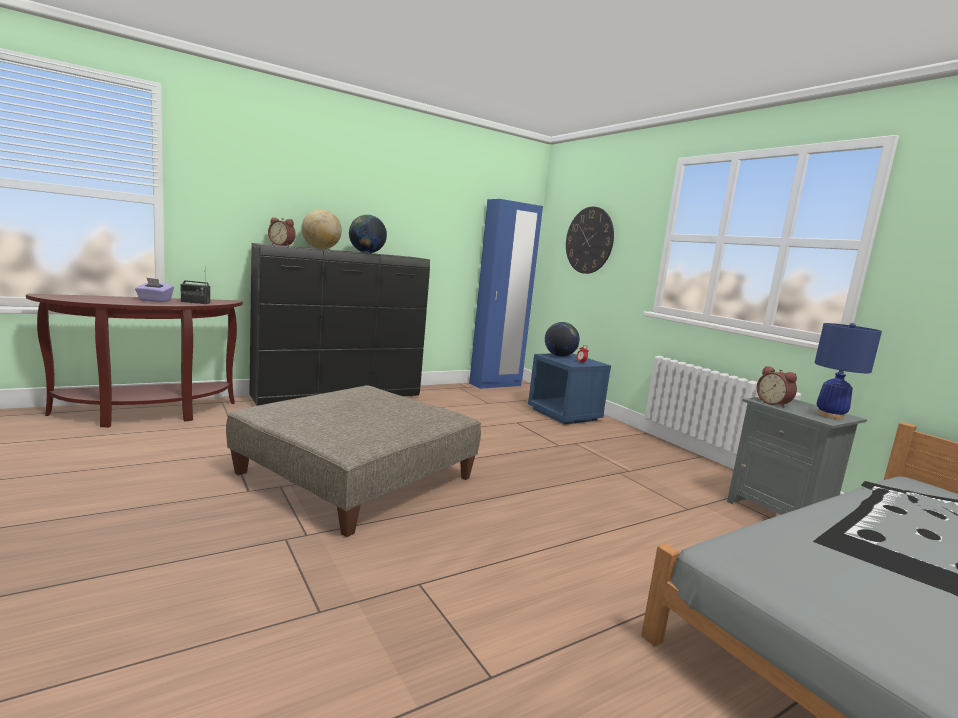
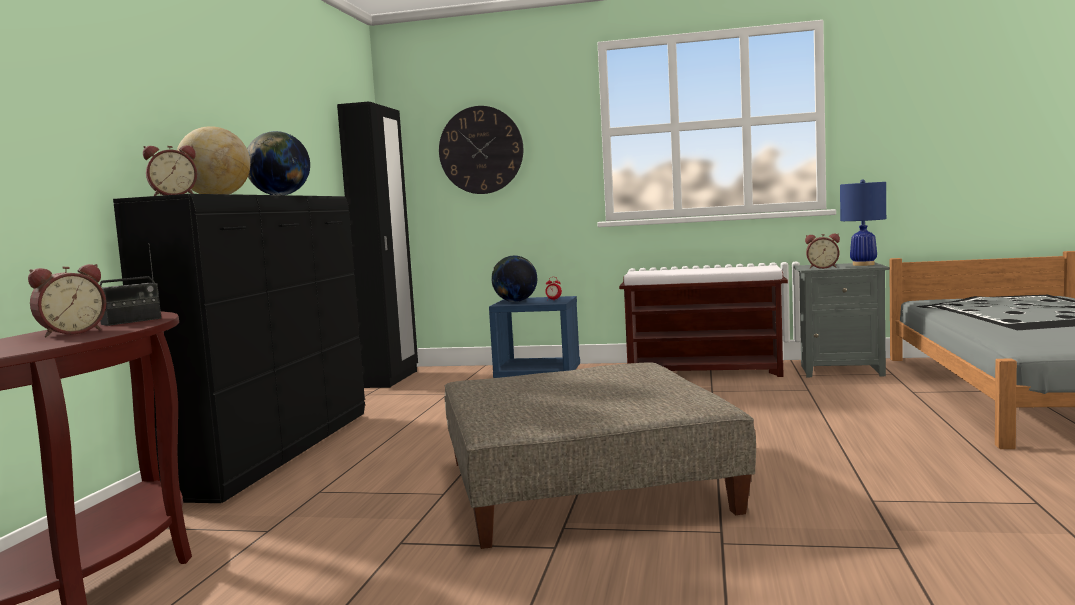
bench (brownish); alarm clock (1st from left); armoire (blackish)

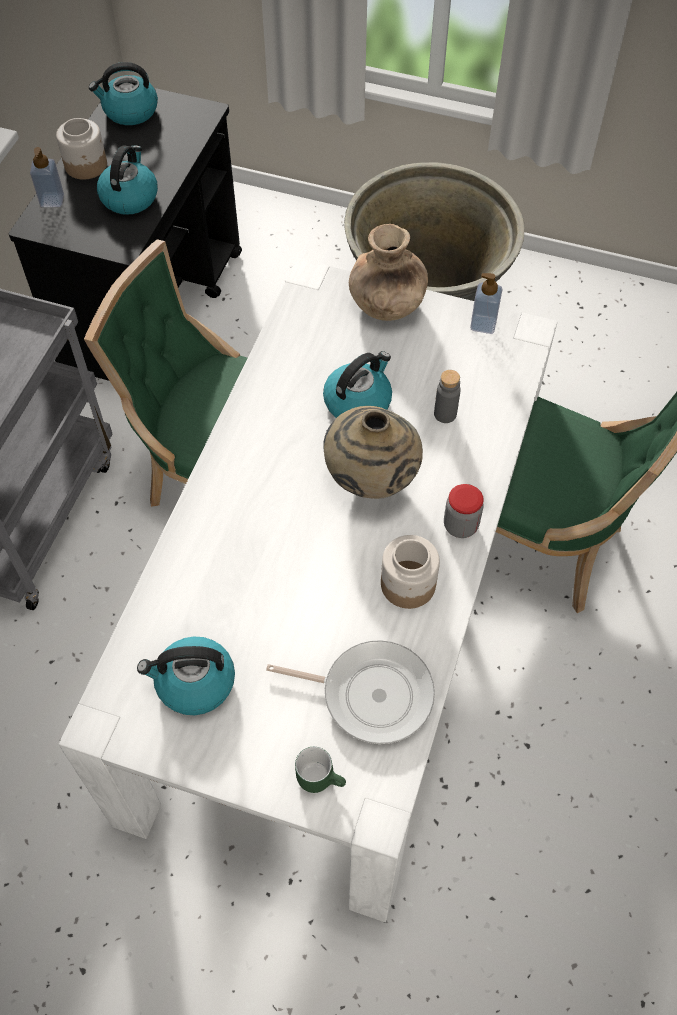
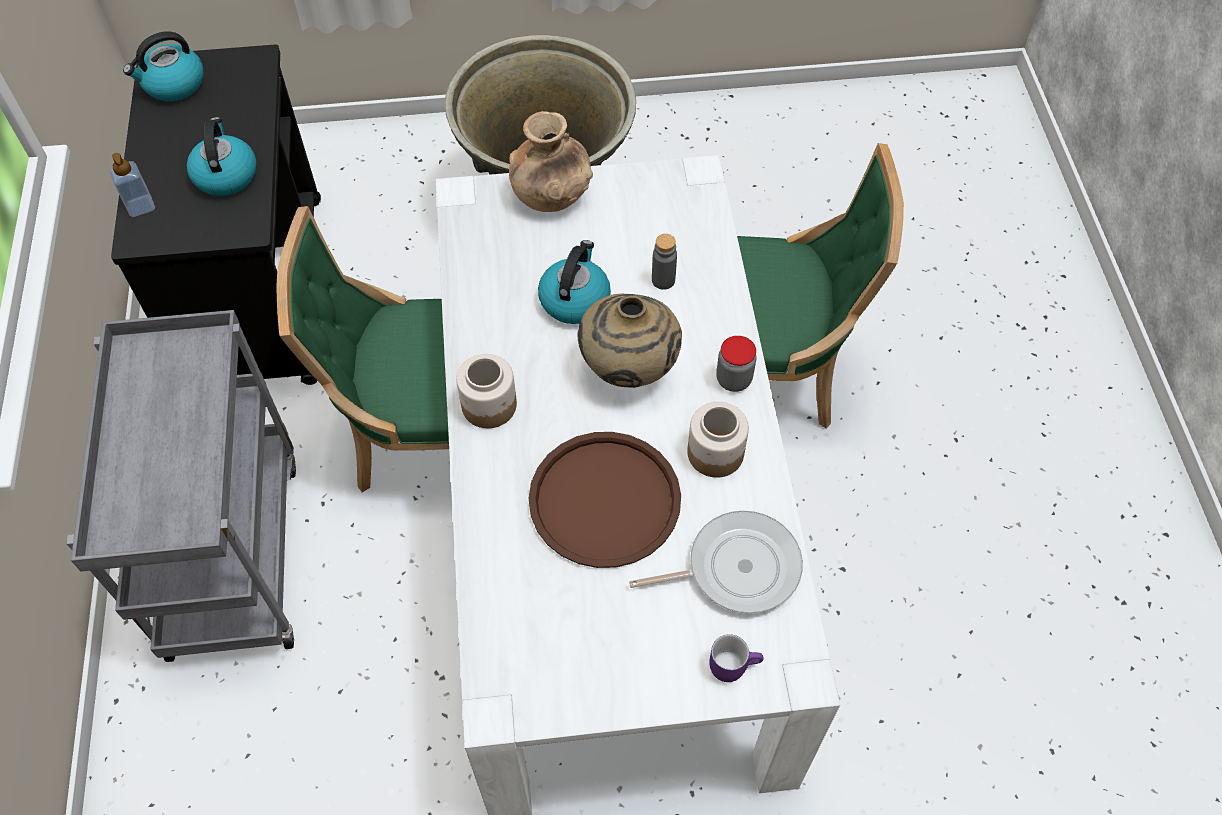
kettle (3rd from left in the first image); soap bottle (2nd from left in the first image); serving tray (brownish); preserve jar (1st from left); coffee mug (purple-coloured)

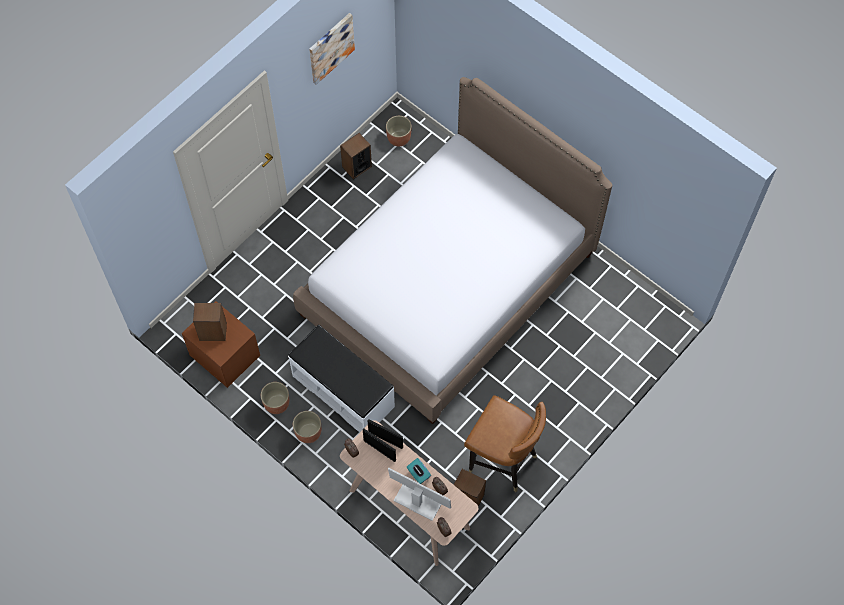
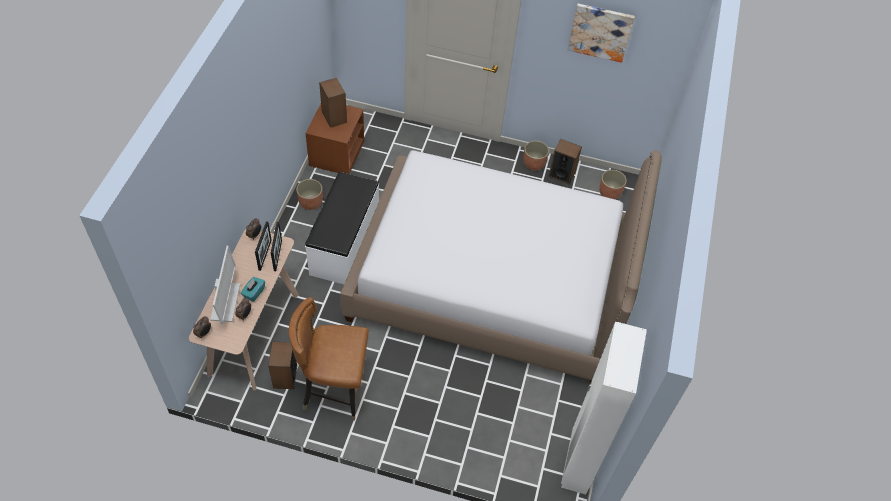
armoire (whitish); planter (2nd from left); chair (brownish)

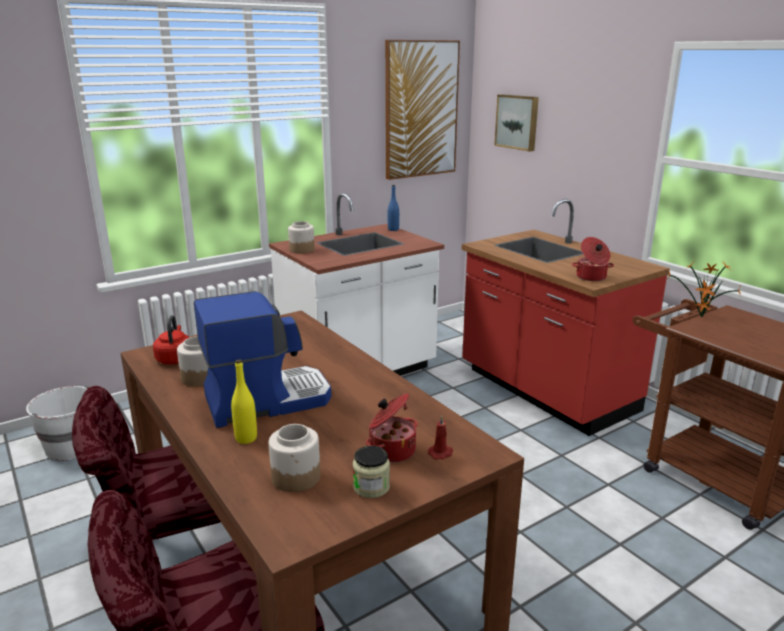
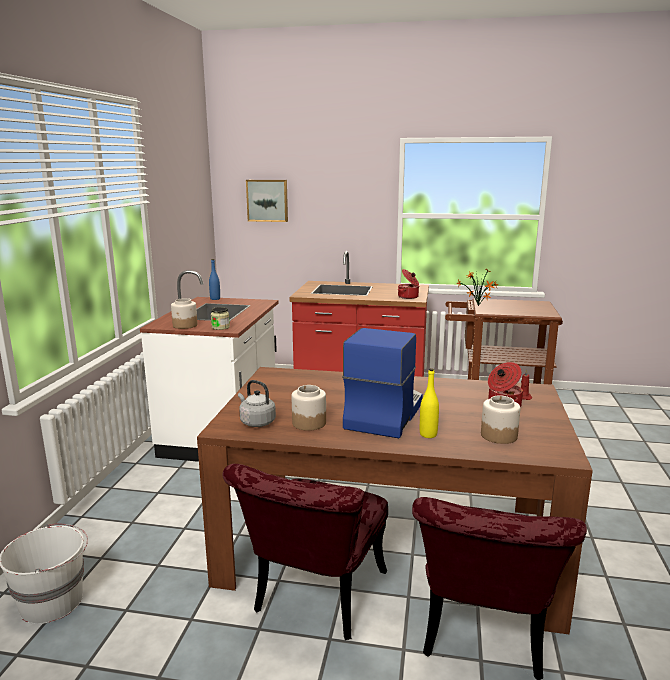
picture (1st from left in the first image); preserve jar (2nd from left); kettle (grey)

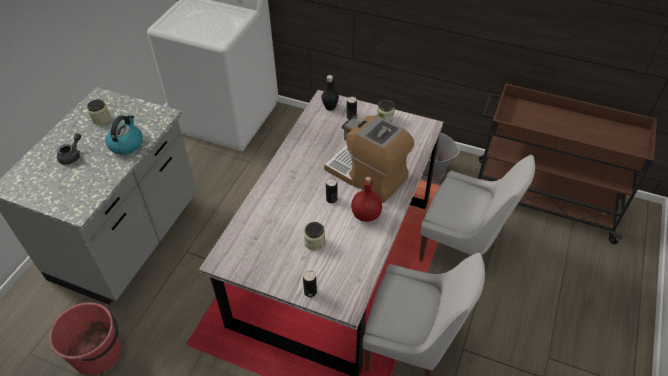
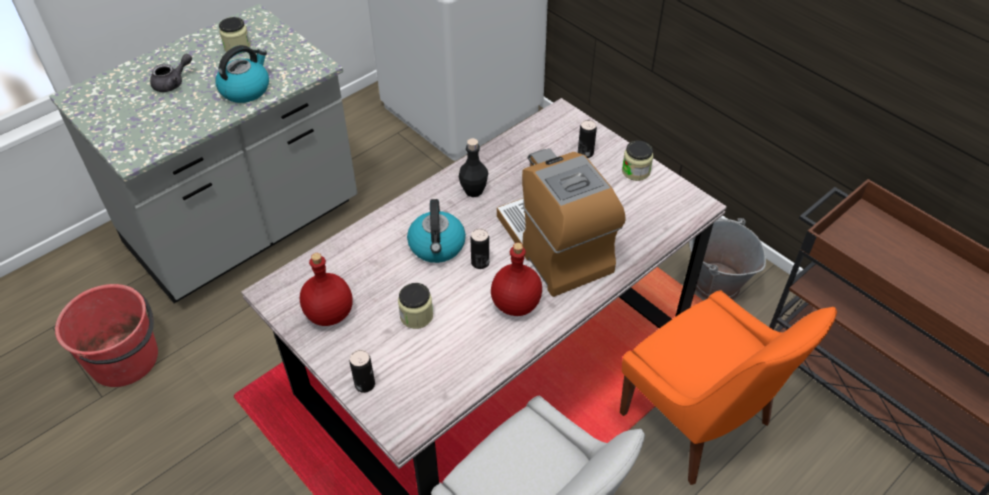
drink bottle (red) (1st from left); kettle (2nd from left); drink bottle (blackish); chair (orange)

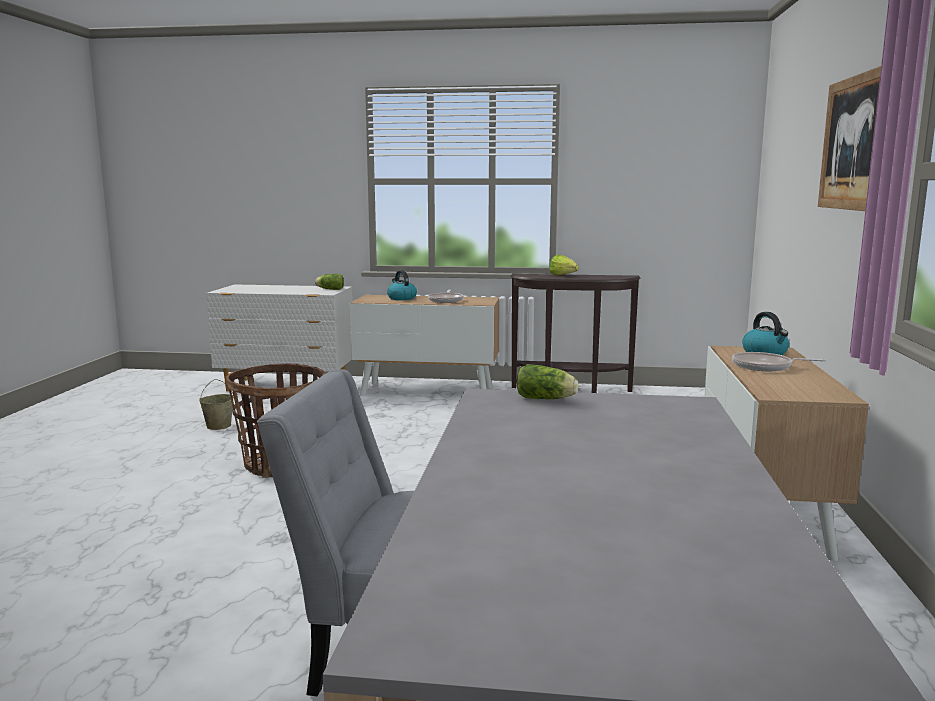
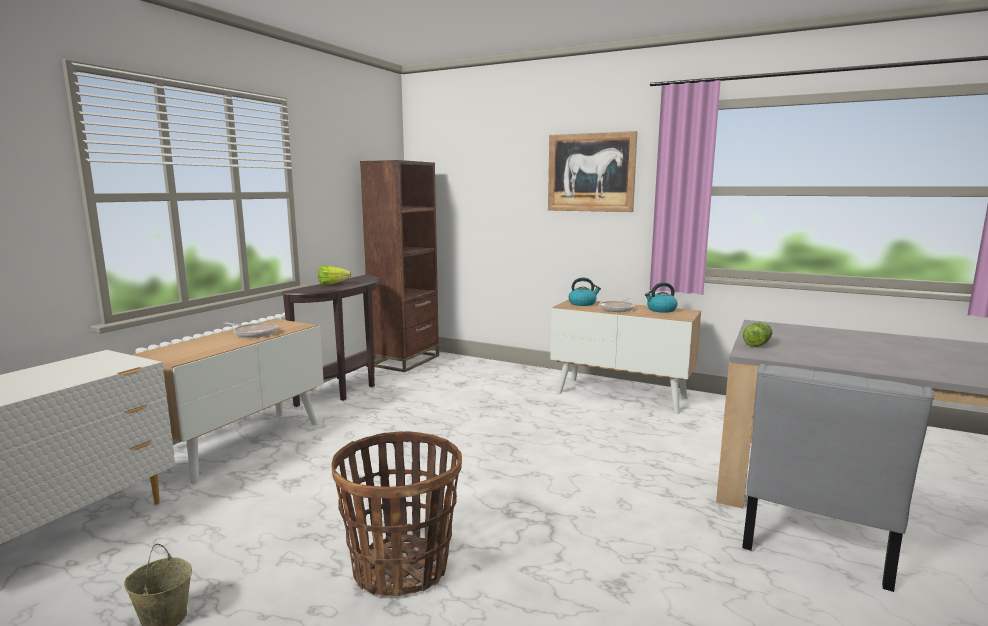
lettuce head (1st from left in the first image); bookcase (brownish); kettle (2nd from left)

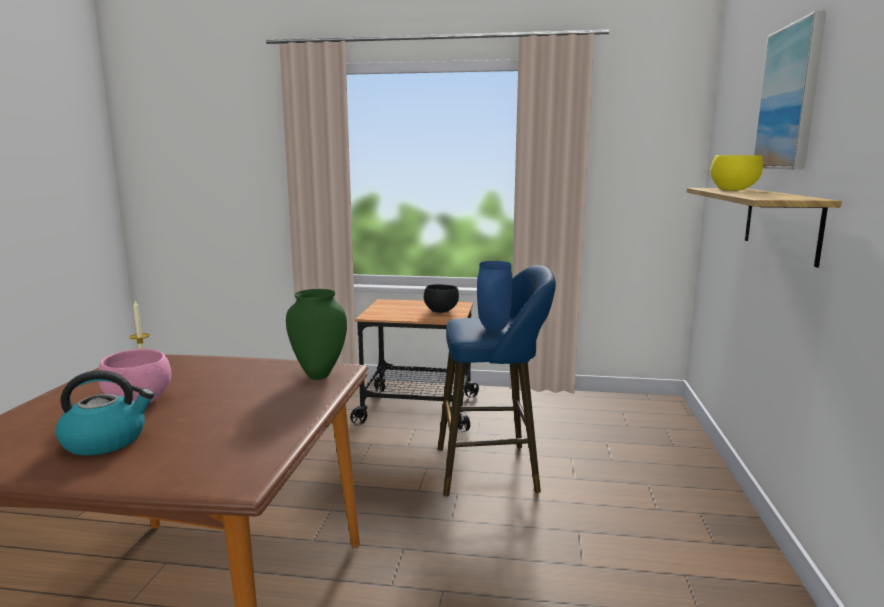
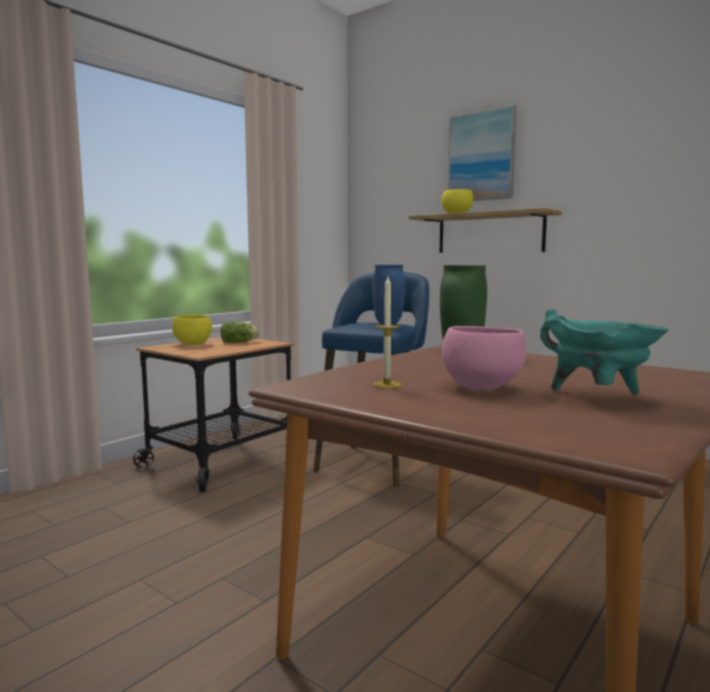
deep dish (yellowish) (1st from left); cooking pot (blue-green); lettuce head

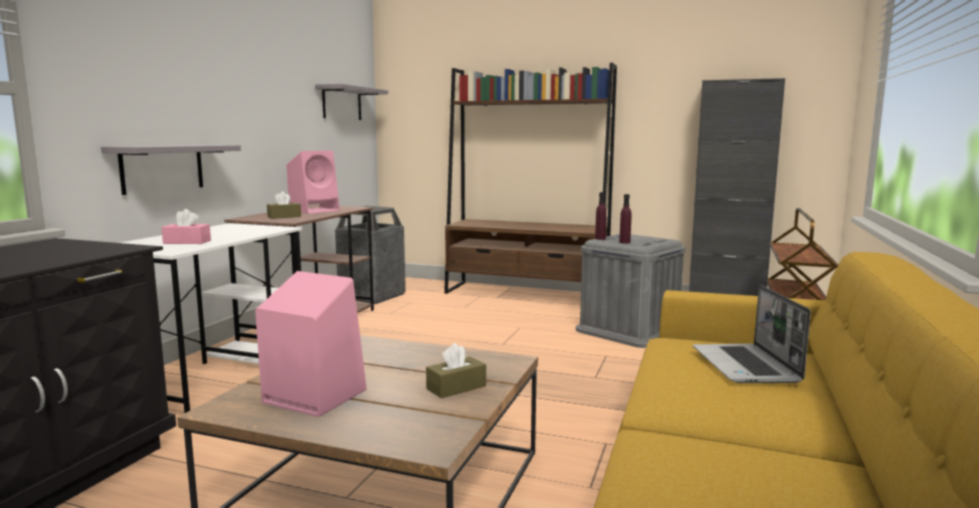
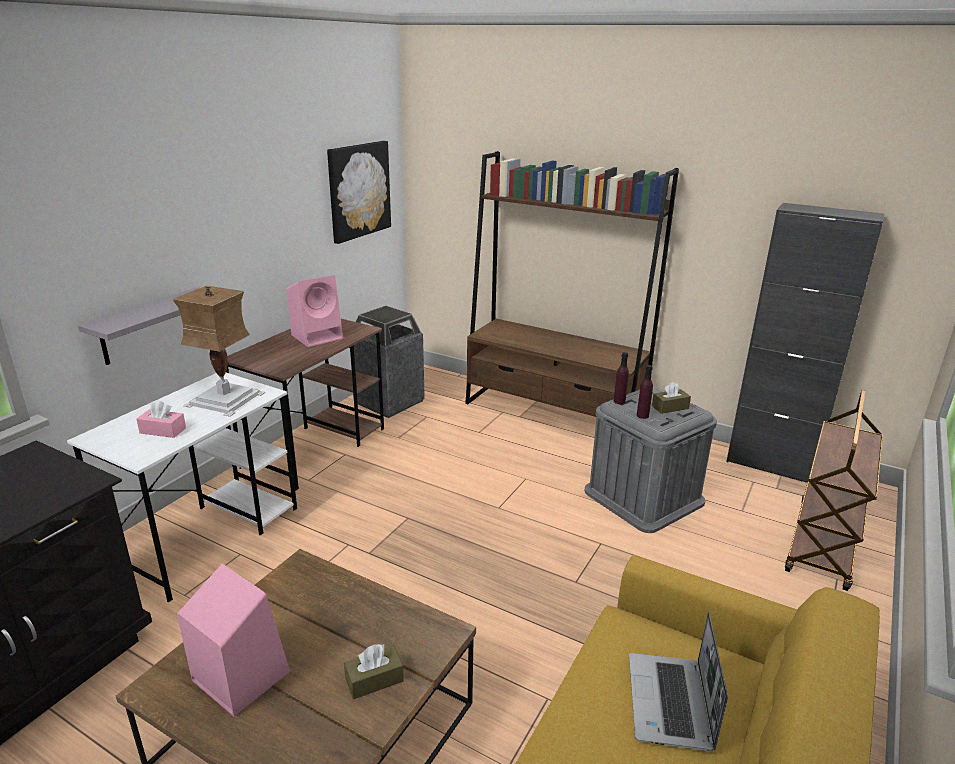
lamp for a table; box of tissues (brownish) (2nd from left); picture

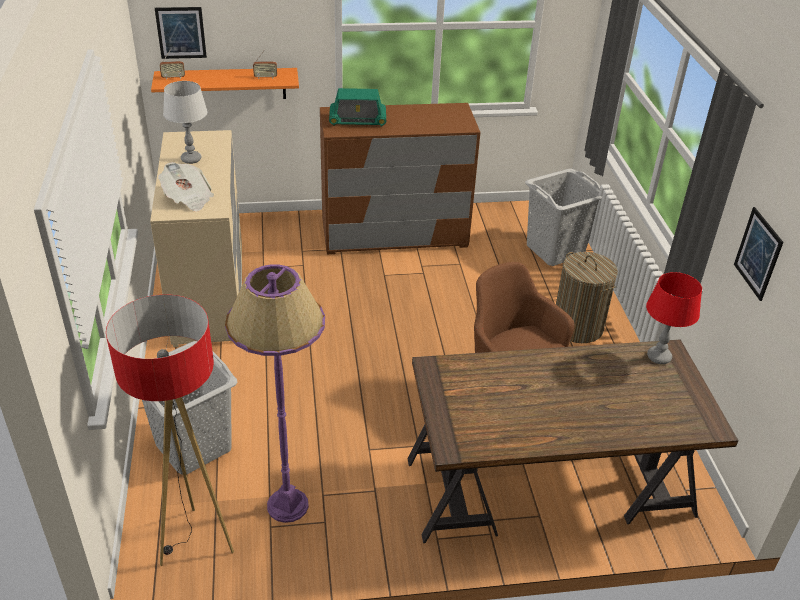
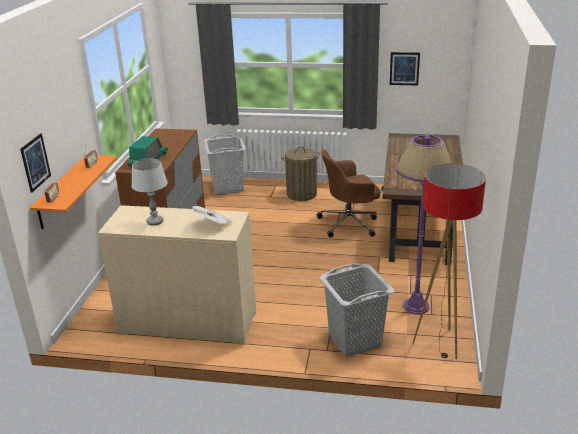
lamp for a table (red)

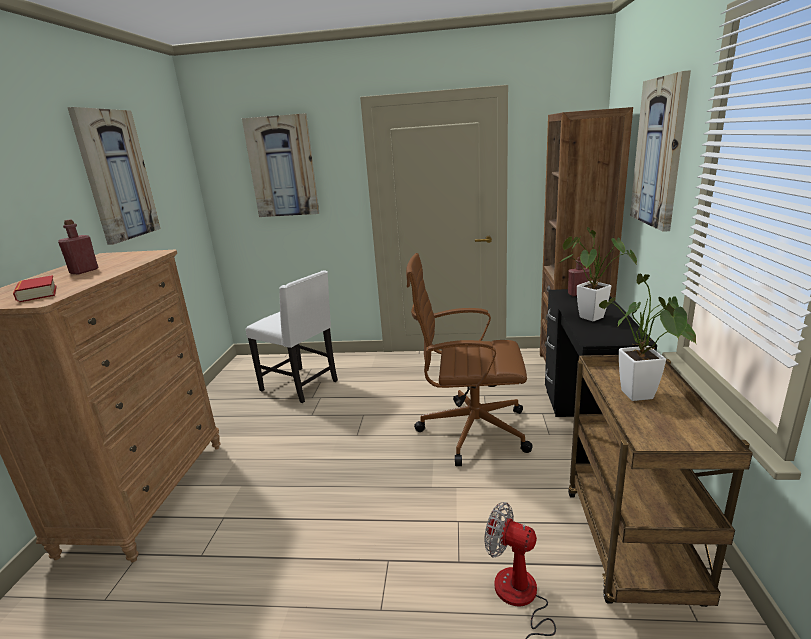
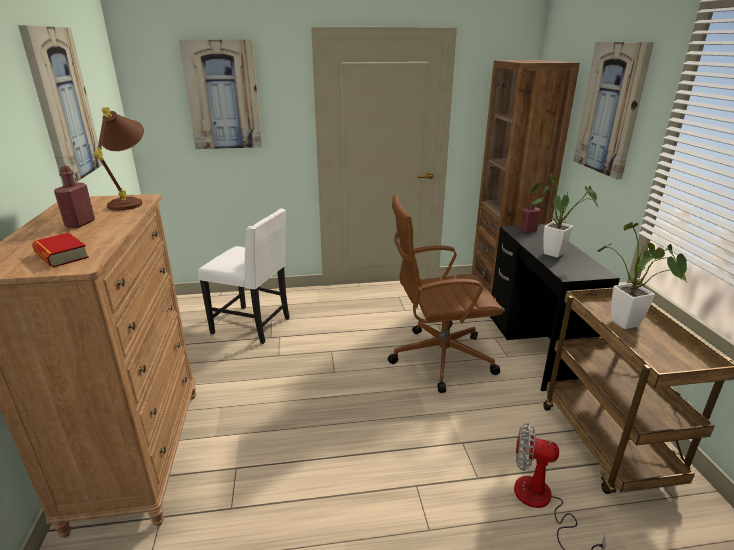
lamp for a table (brownish)

